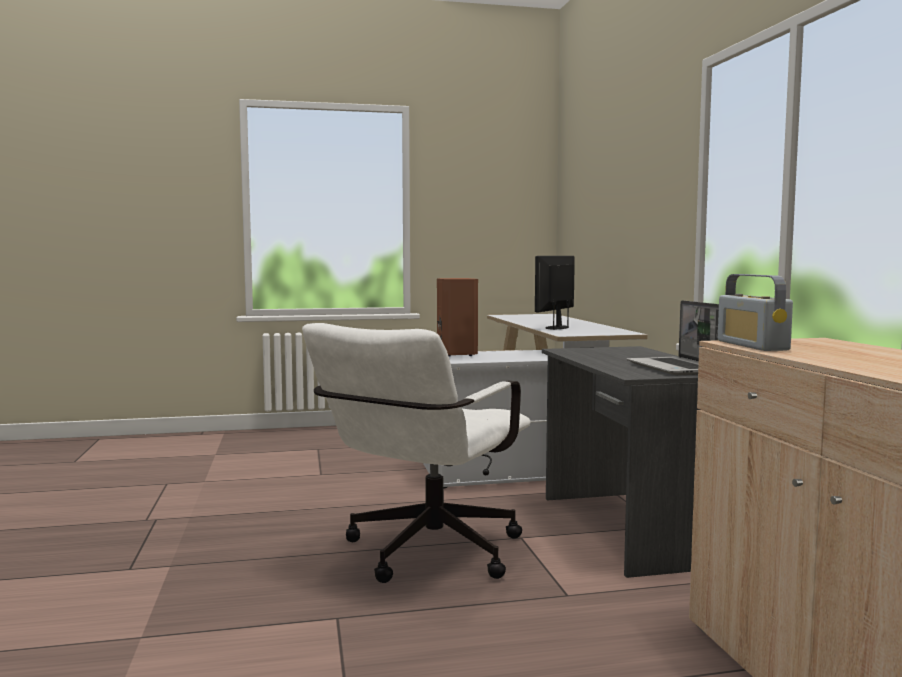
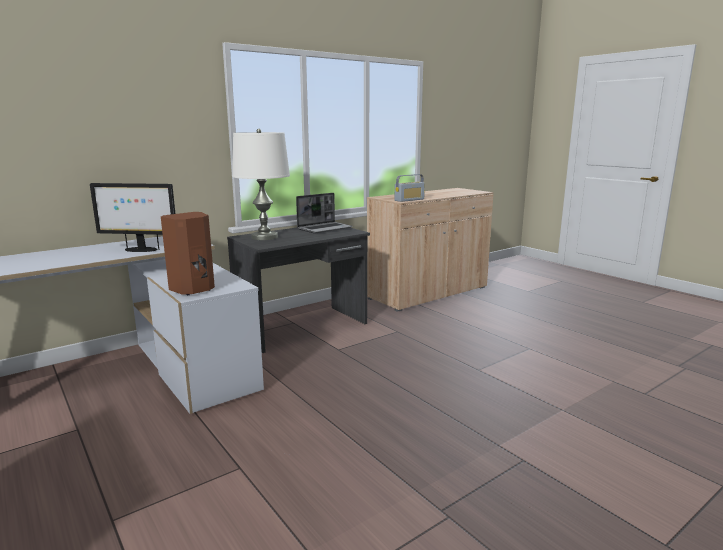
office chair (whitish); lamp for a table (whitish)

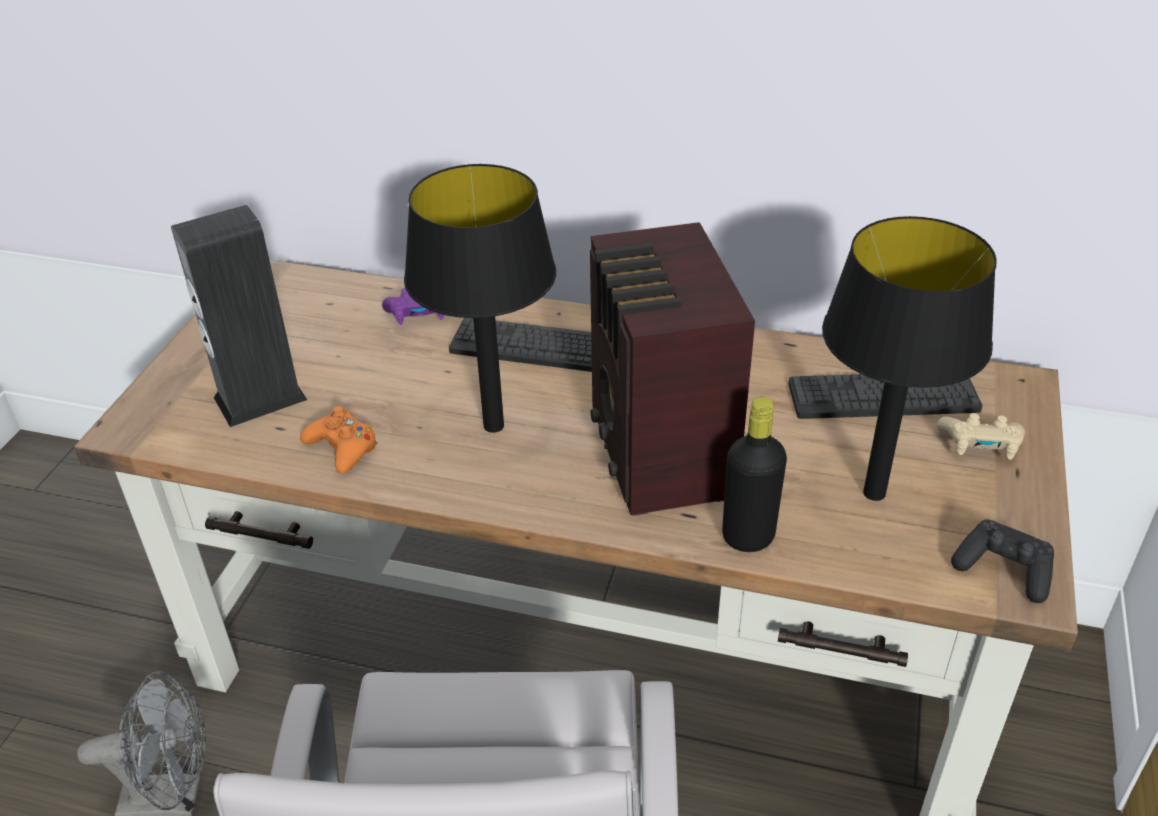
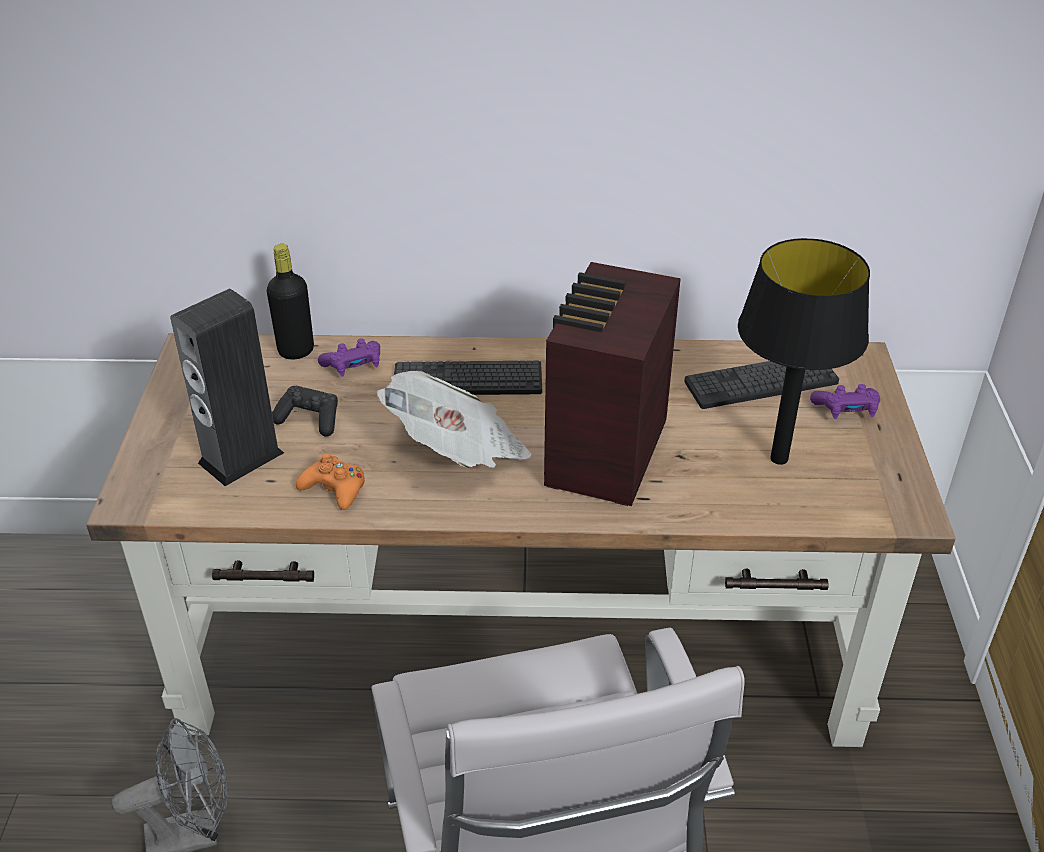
drink bottle (blackish); joypad (blackish); newspaper; joypad (purple-coloured) (2nd from left); radio

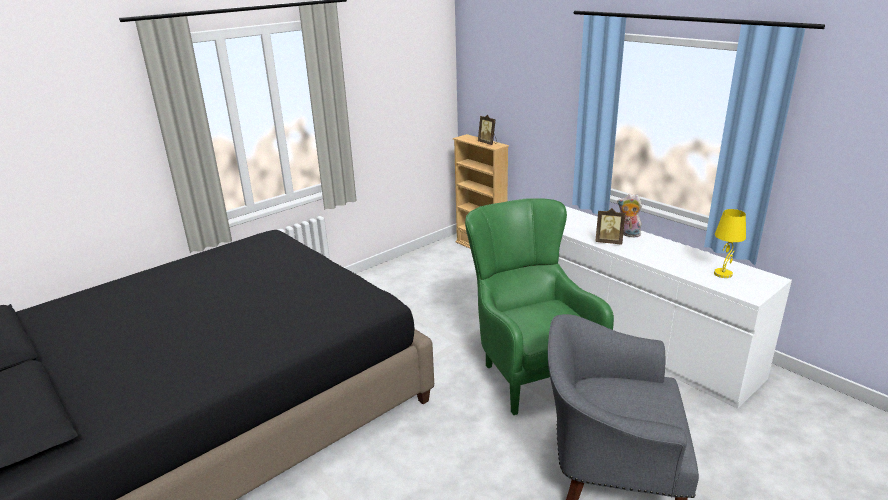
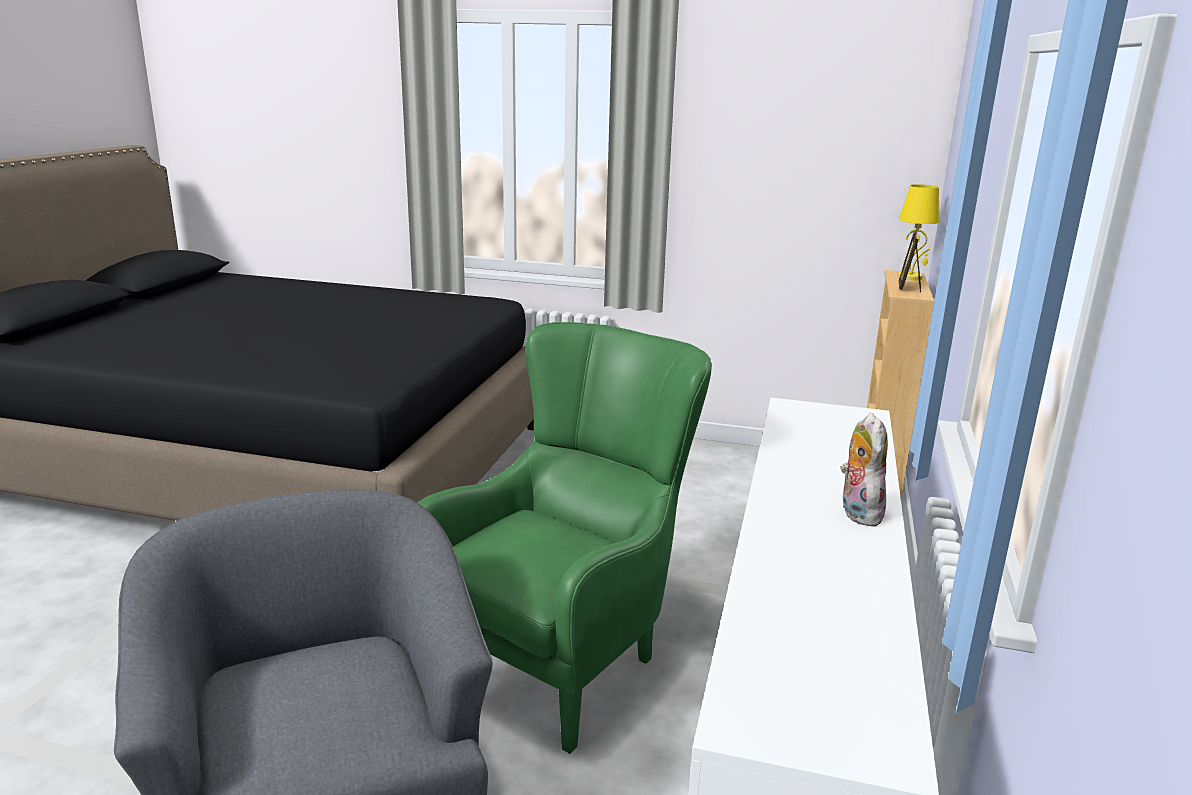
photo frame (2nd from left in the first image); lamp for a table (yellowish)

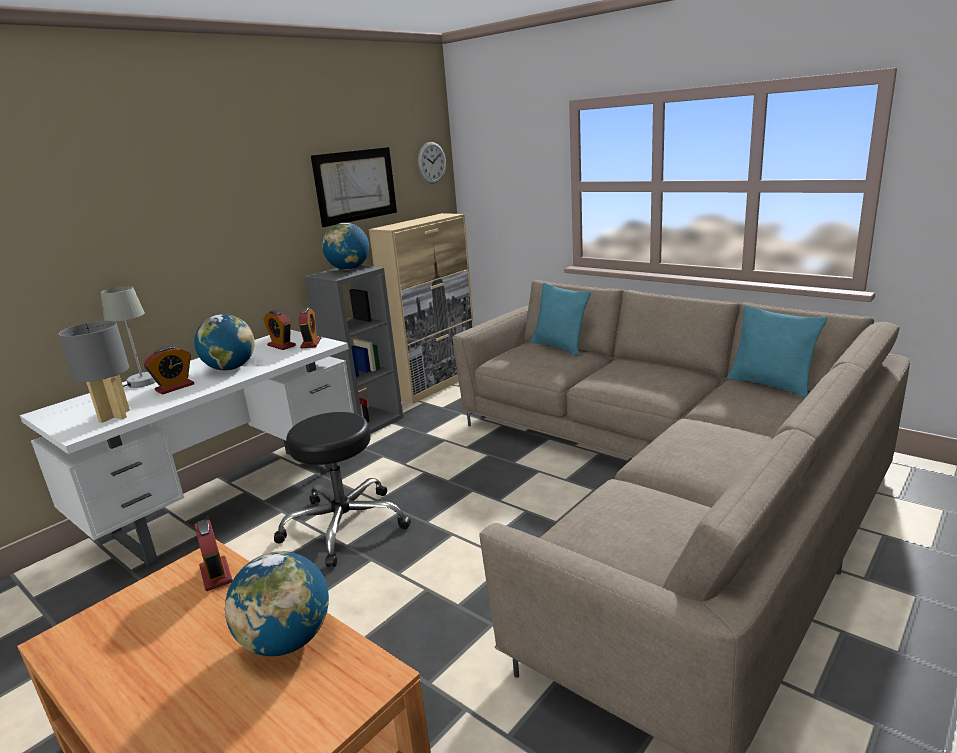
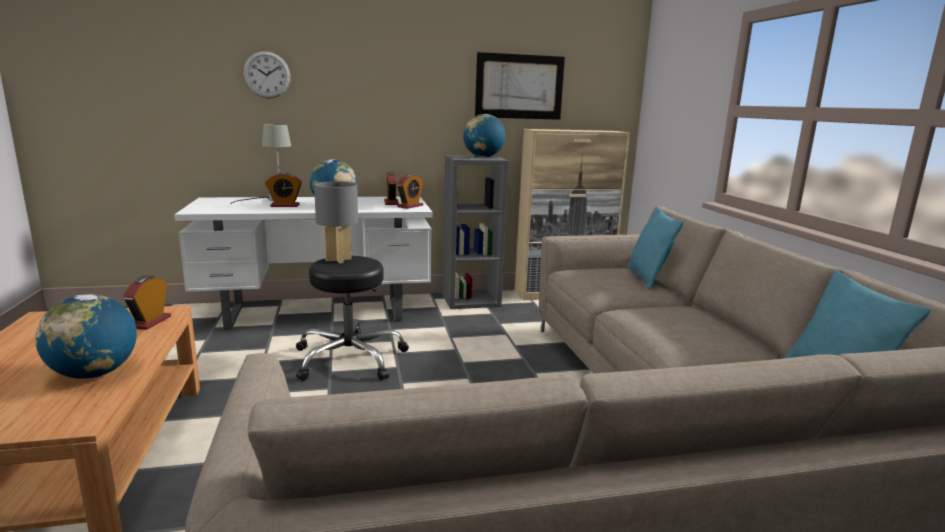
lamp for a table (grey) (2nd from left); wall clock

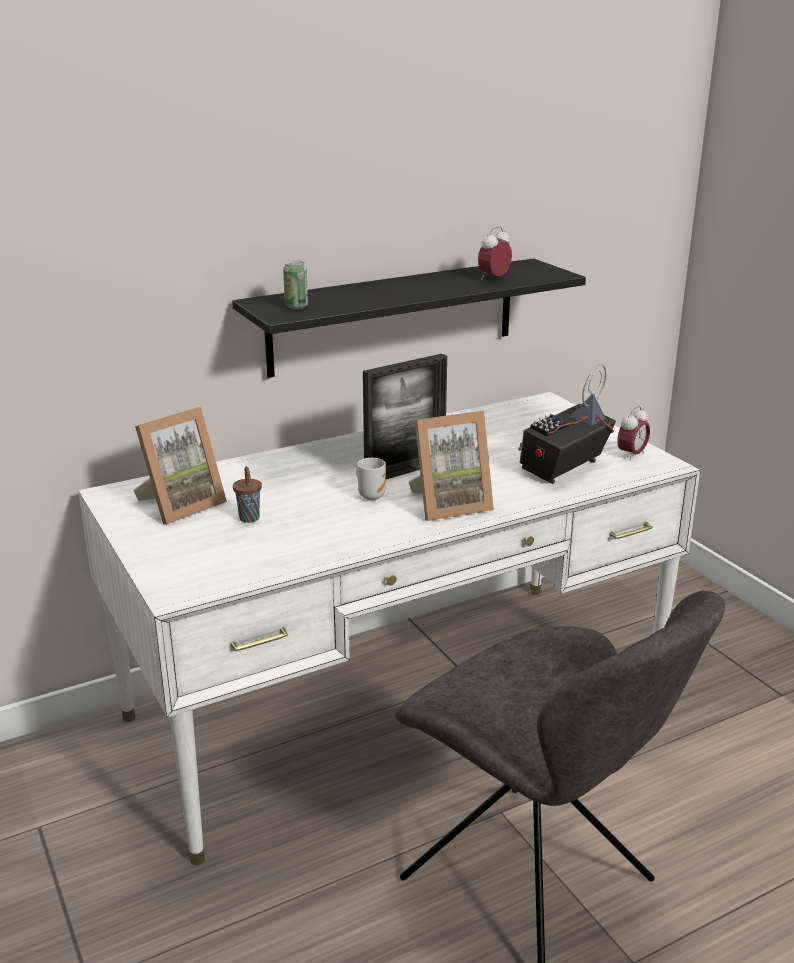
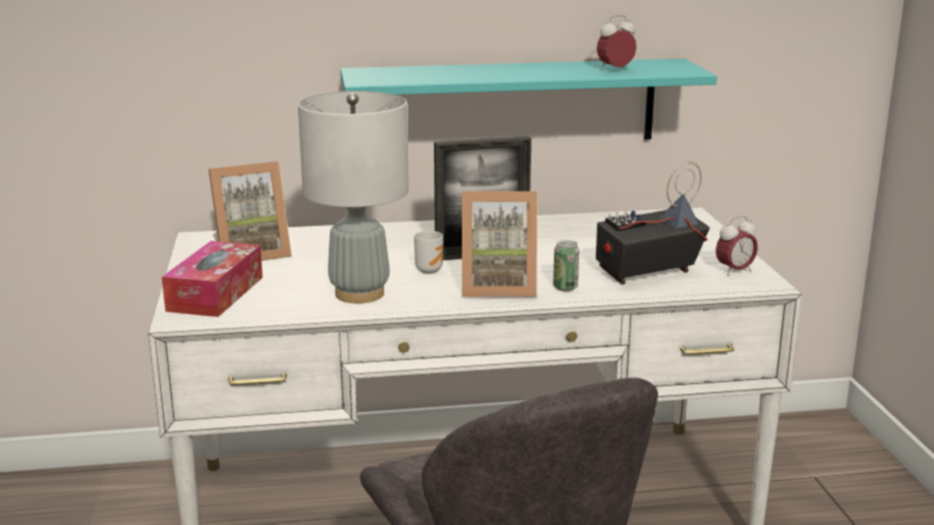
drinking cup (brownish); box of tissues; lamp for a table (grey); metal can; wall shelf (blue-green)

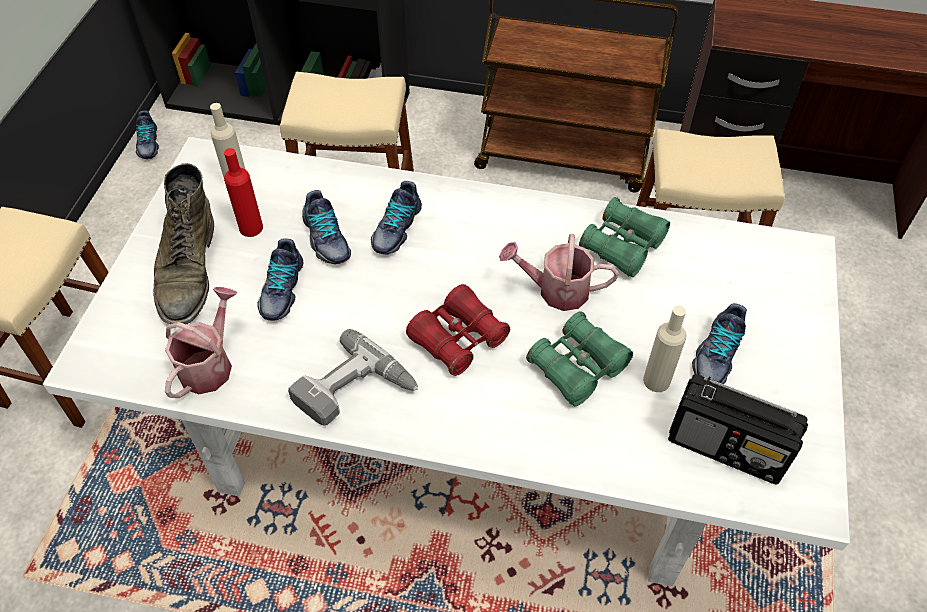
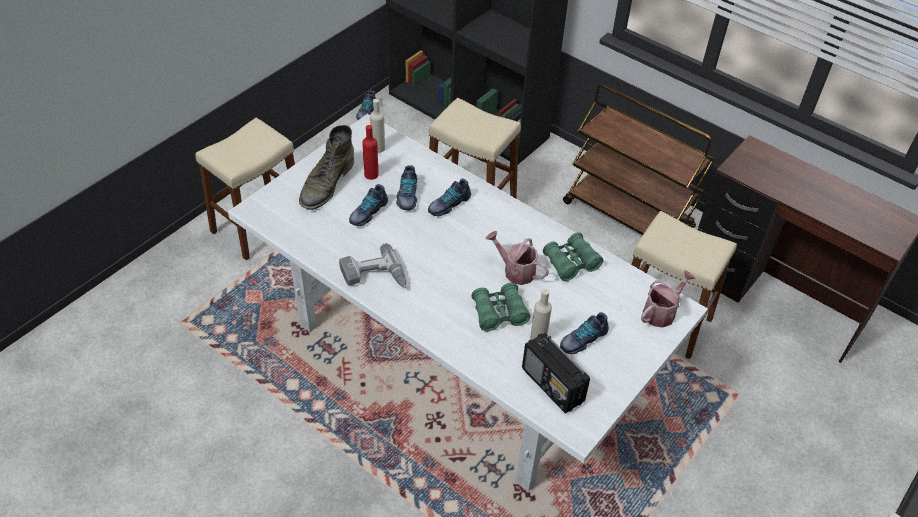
binoculars (red); watering can (2nd from left)

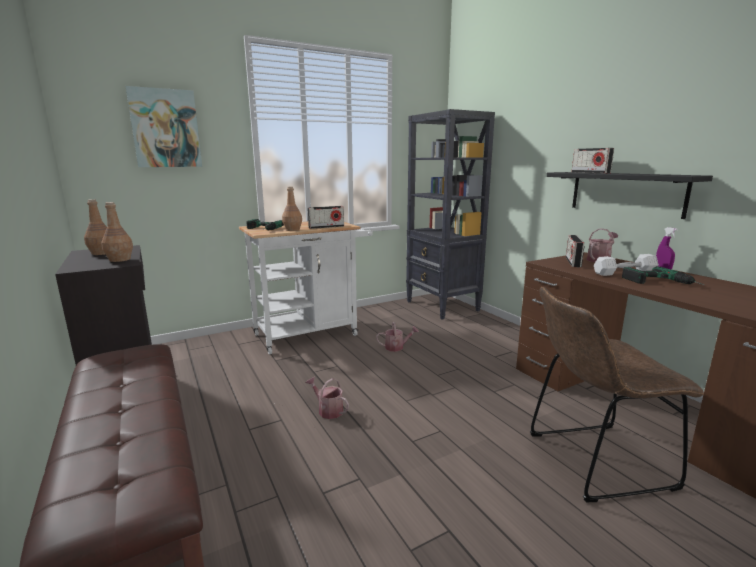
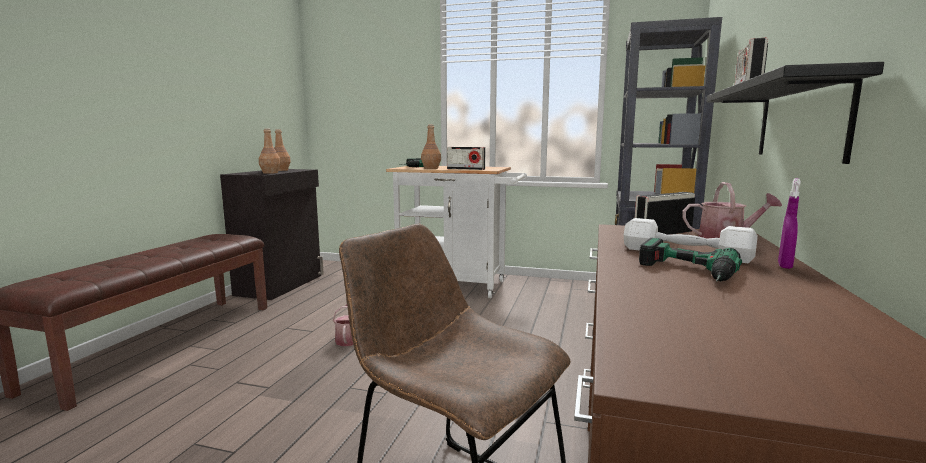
picture; watering can (2nd from left in the first image)

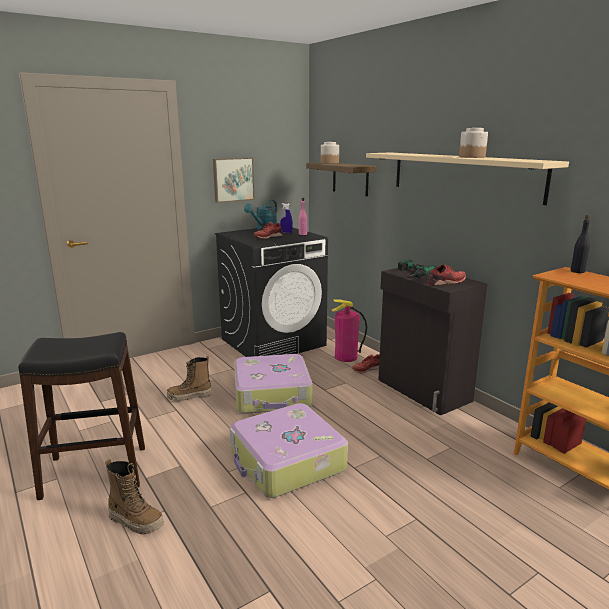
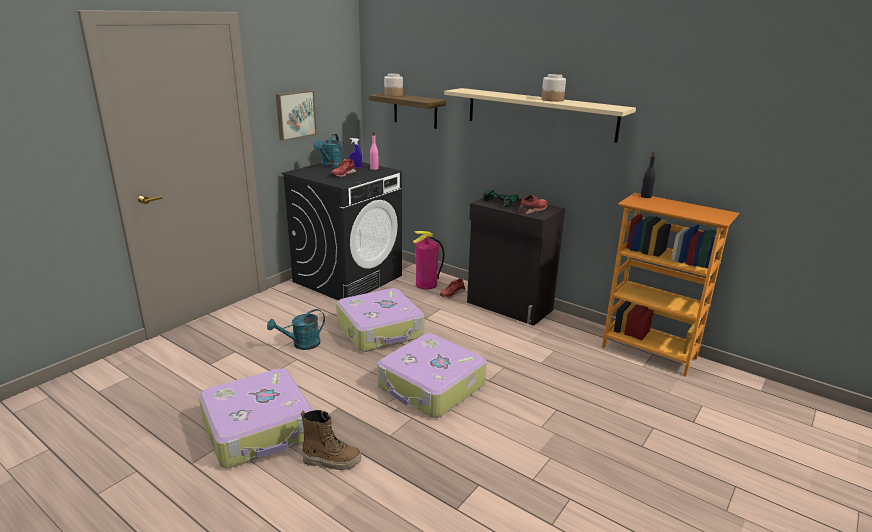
travel case (1st from left); watering can (blue-green) (1st from left)

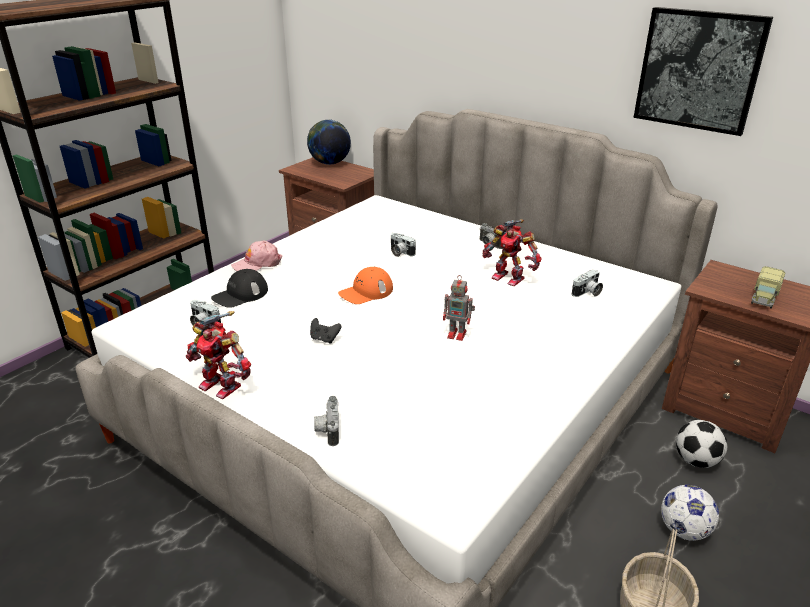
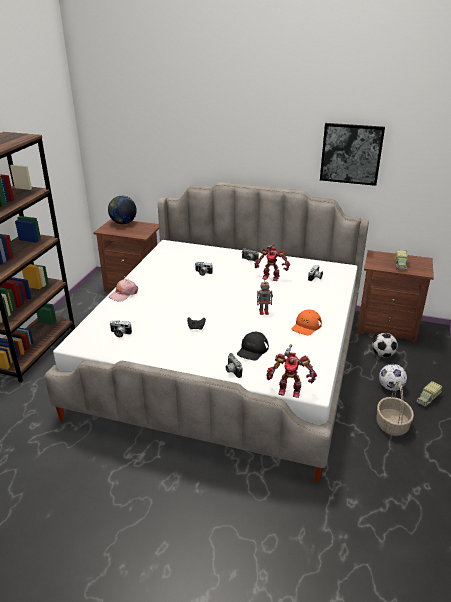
model truck (2nd from left); robot figure (3rd from left); cap (blackish); cap (orange)

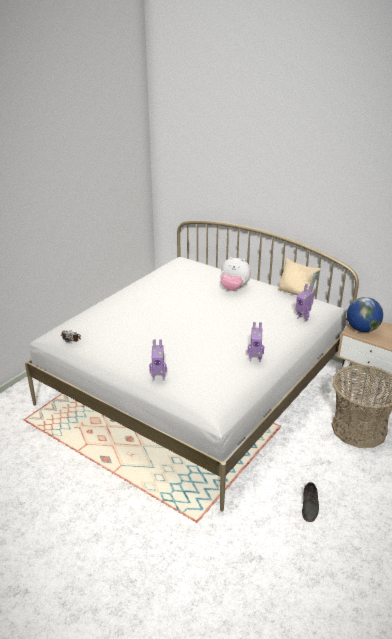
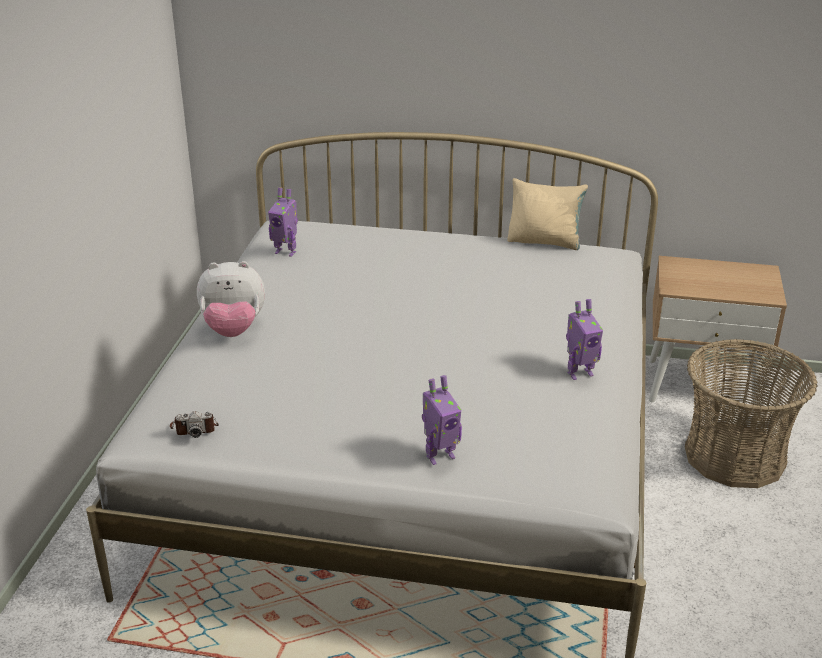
item of footwear (grey); globe; plush toy; robot figure (1st from left)

